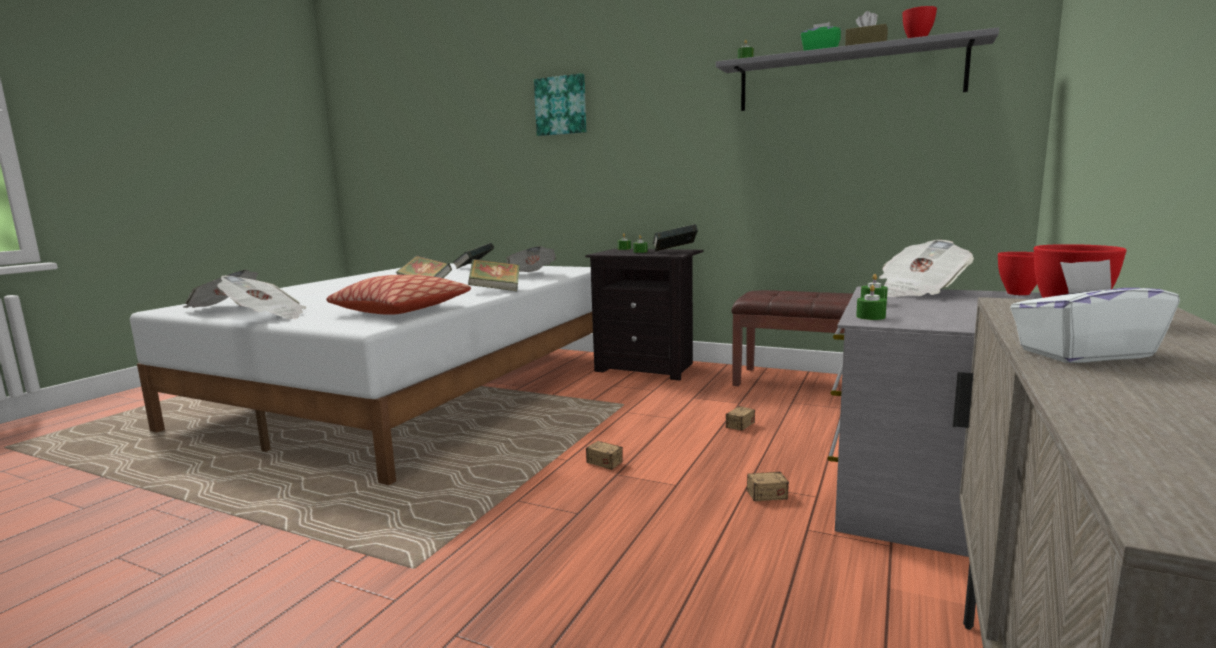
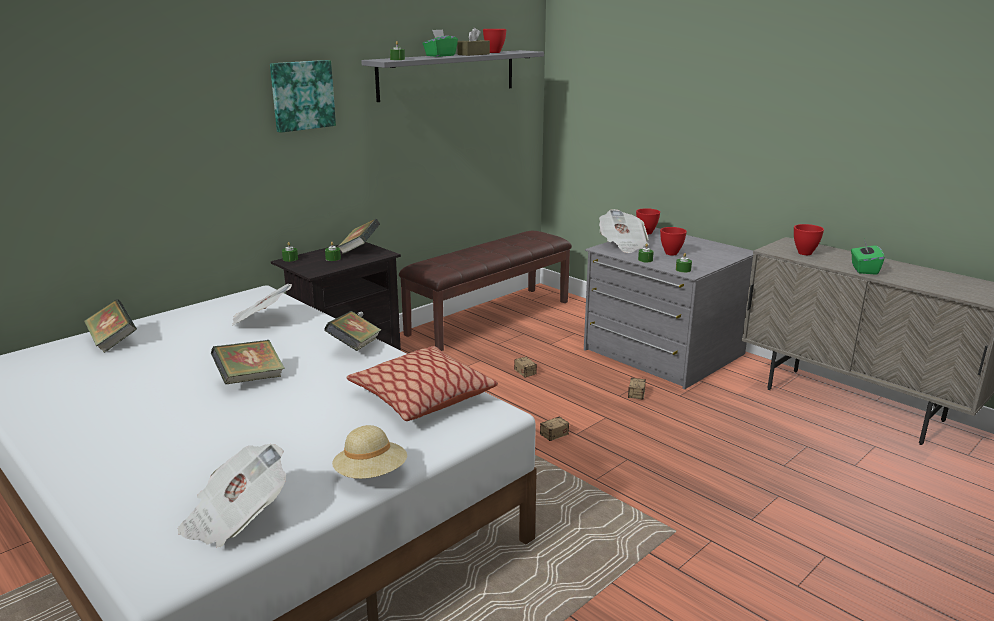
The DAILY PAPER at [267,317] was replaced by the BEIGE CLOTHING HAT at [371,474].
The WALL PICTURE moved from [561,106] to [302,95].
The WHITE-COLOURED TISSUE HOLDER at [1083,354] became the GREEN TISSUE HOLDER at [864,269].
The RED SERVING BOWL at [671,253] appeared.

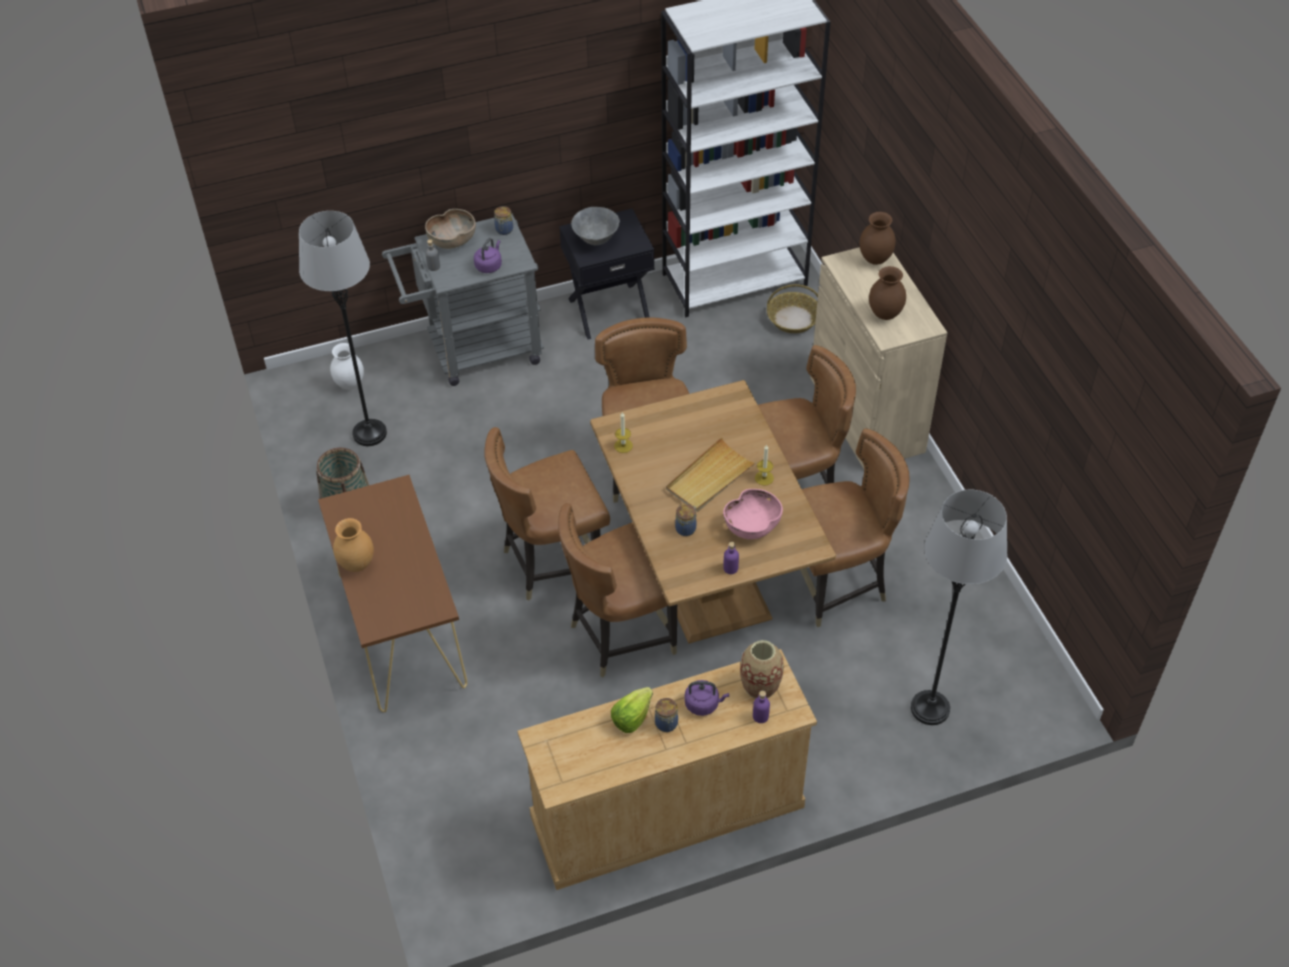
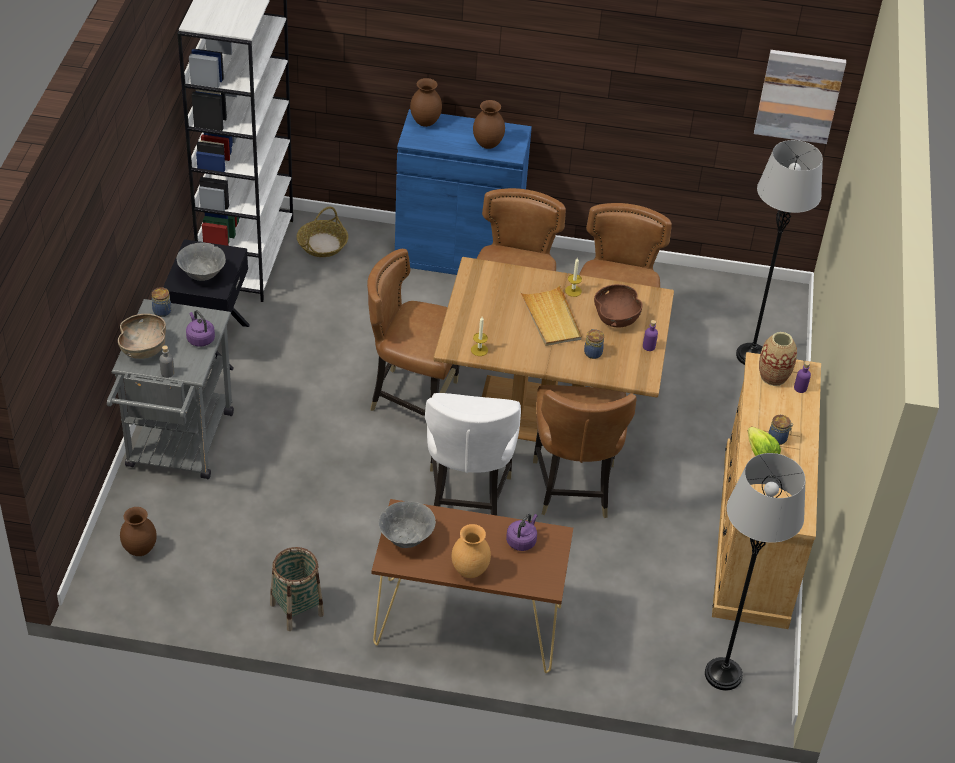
The GRAY STANDING LAMP moved from [369,433] to [723,674].
The WHITE-COLOURED VASE at [349,384] became the BROWNISH VASE at [139,550].
The BROWNISH PLAIN CHAIR at [551,562] became the WHITE-COLOURED PLAIN CHAIR at [466,498].
The PURPLISH WATER KETTLE moved from [703,704] to [522,541].
The PINK SERVING BOWL at [752,526] became the BROWNISH SERVING BOWL at [616,318].
The BEIGE CUPBOARD at [866,414] became the BLUE CUPBOARD at [458,255].
The GRAY SERVING BOWL at [406,539] appeared.
The WALL PICTURE at [799,95] appeared.

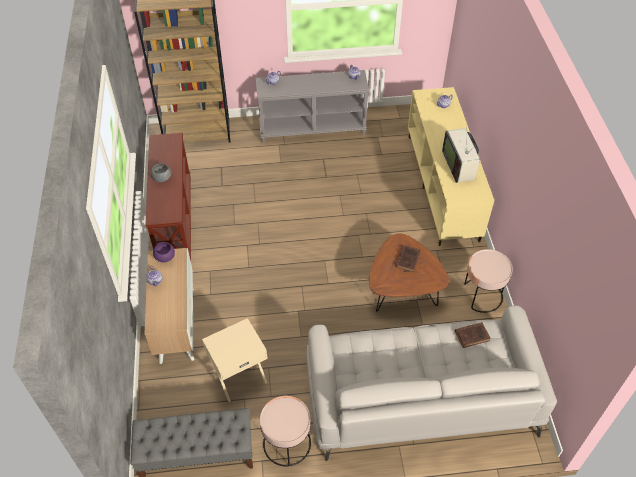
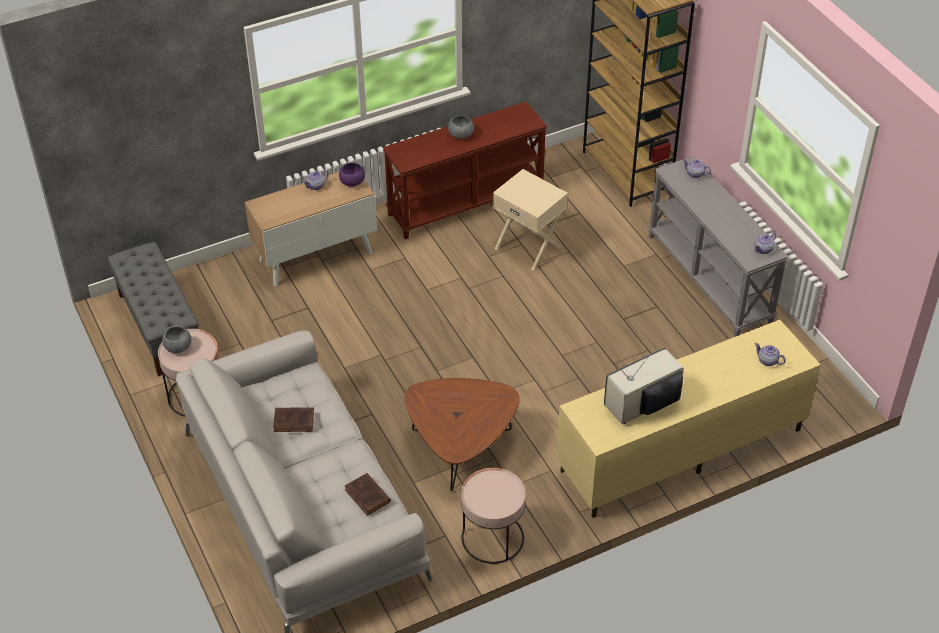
The BEIGE END TABLE moved from [239,375] to [529,247].
The BROWNISH VOLUME moved from [408,259] to [295,421].
The GRAY SERVING BOWL at [178,347] appeared.

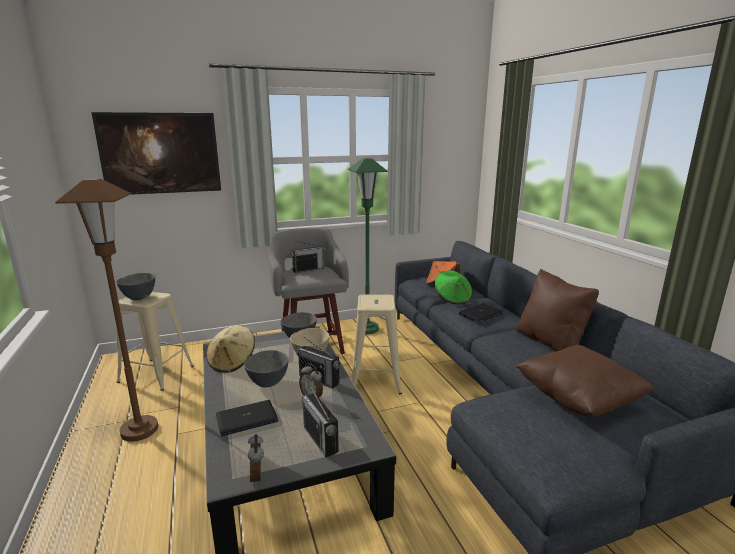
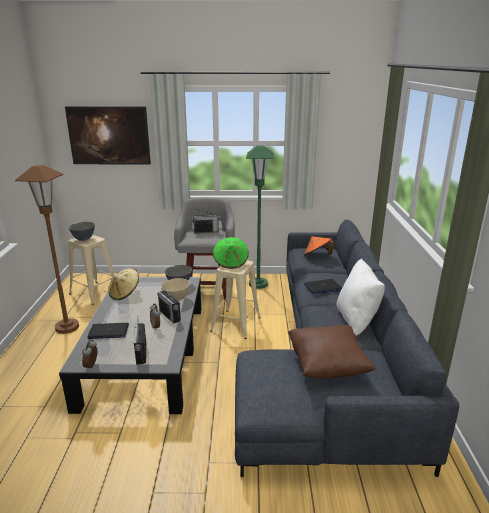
The GRAY SERVING BOWL at [267,383] disappeared.
The GREEN CLOTHING HAT moved from [452,299] to [231,262].
The BROWNISH THROW PILLOW at [550,342] became the WHITE-COLOURED THROW PILLOW at [356,320].

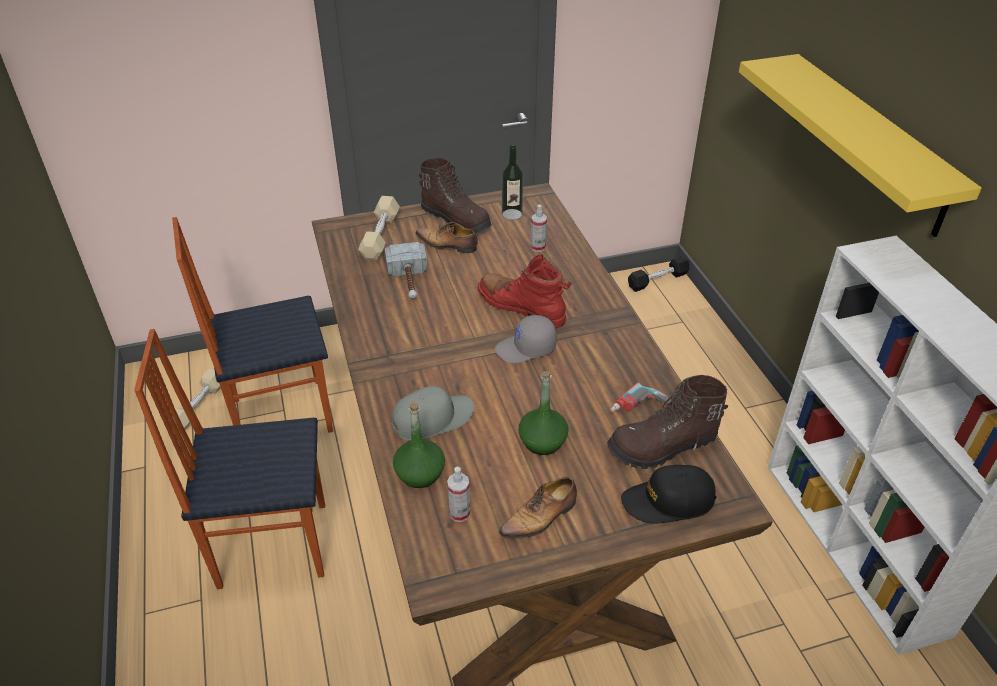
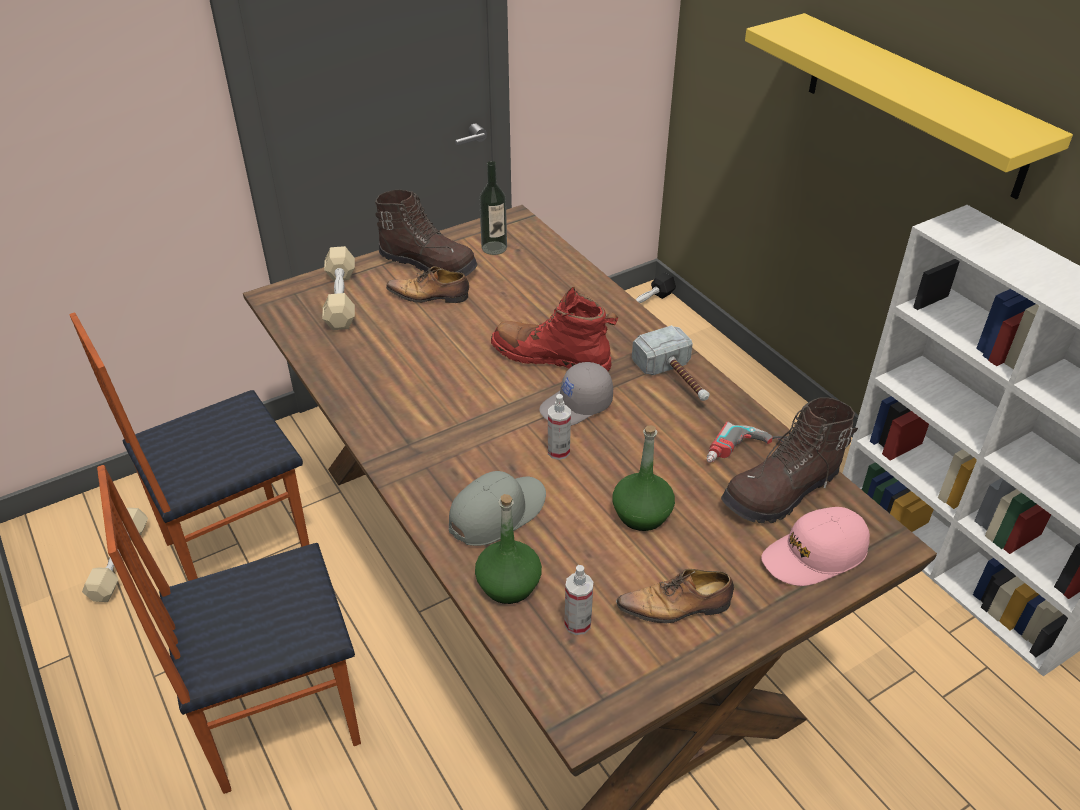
The HAMMER moved from [409,282] to [676,379].
The ITEM OF FOOTWEAR at [540,517] turned 45 degrees clockwise.
The SPRAY BOTTLE moved from [538,247] to [558,451].
The BLACK-COLOURED PEAKED CAP at [668,501] became the PINK PEAKED CAP at [814,555].

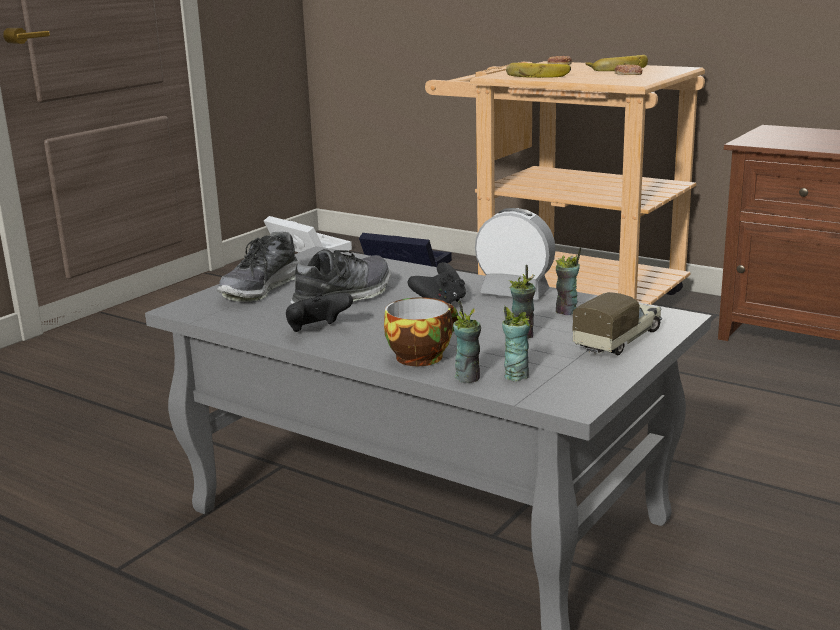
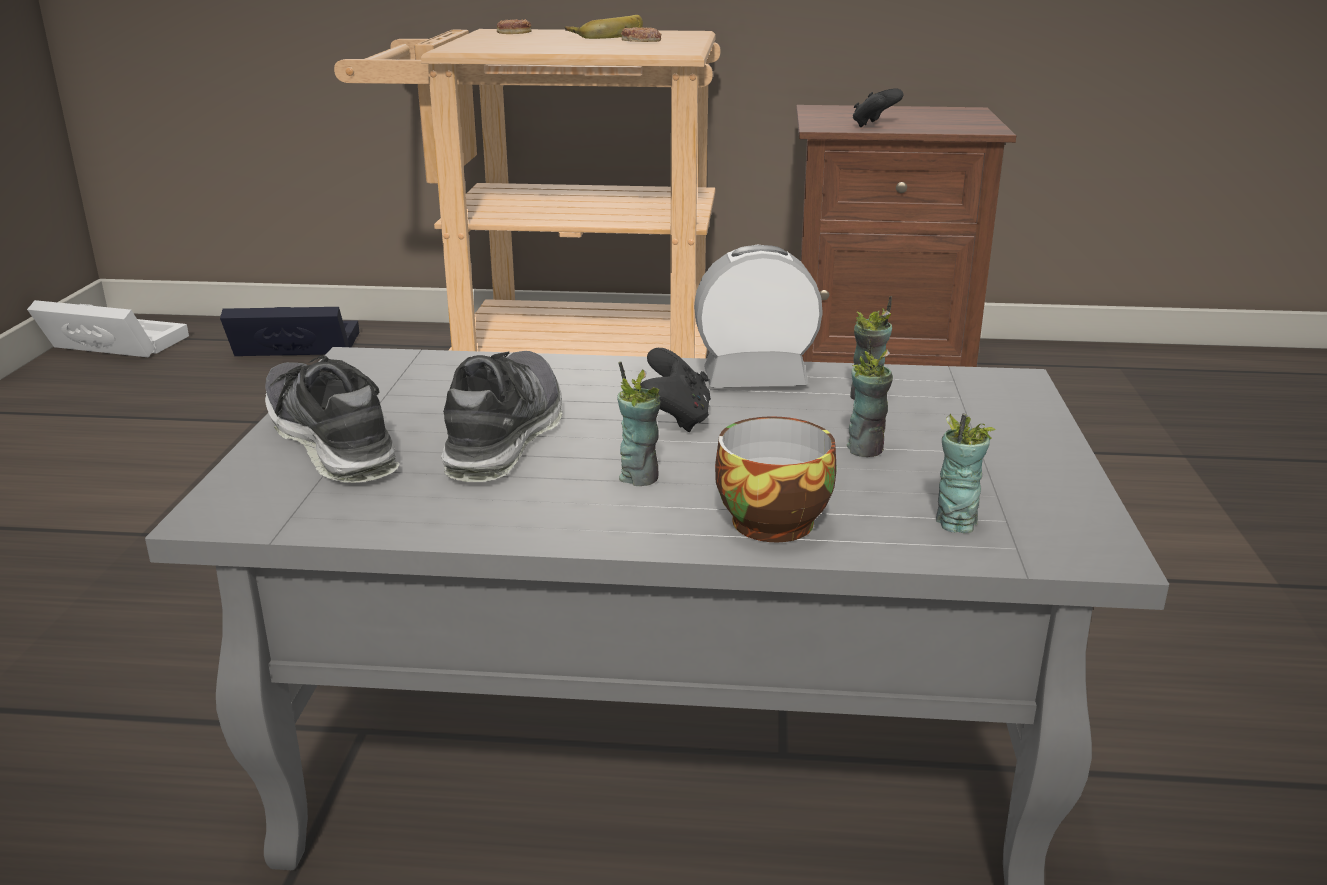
The ITEM OF FOOTWEAR at [261,288] turned 150 degrees clockwise.
The BLACK-COLOURED JOYPAD moved from [317,330] to [874,125].
The CUP moved from [468,377] to [639,477].
The WHOLE BANANA at [538,75] disappeared.
The TOY TRUCK at [619,340] disappeared.

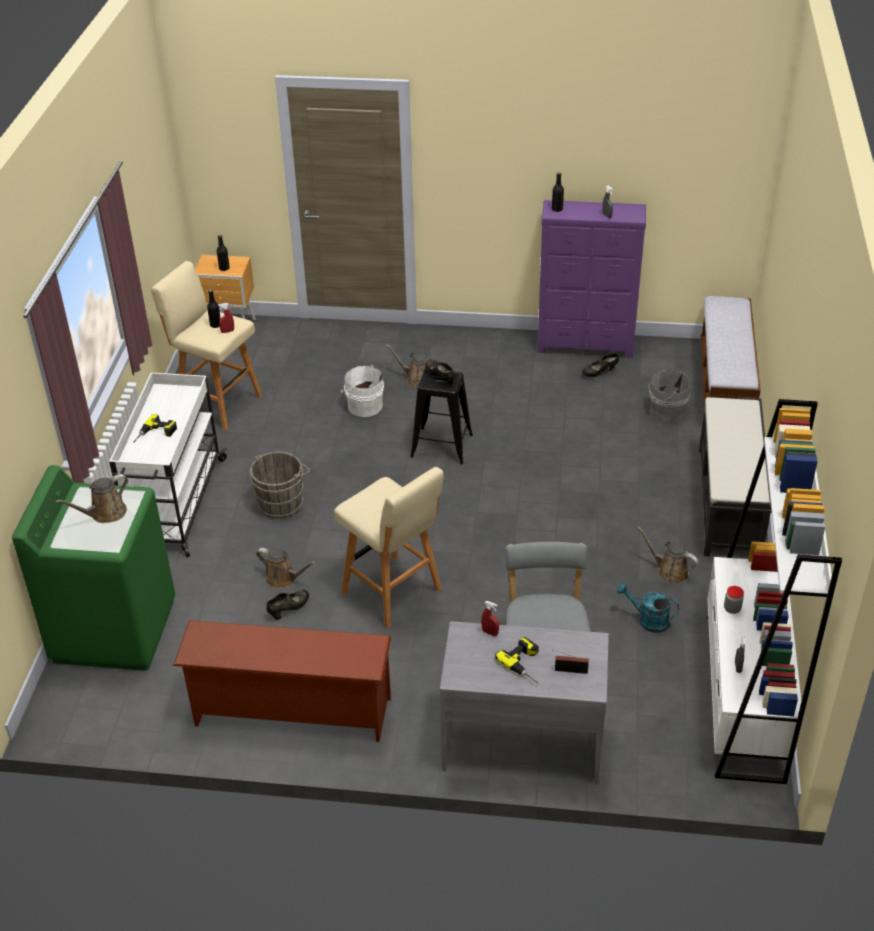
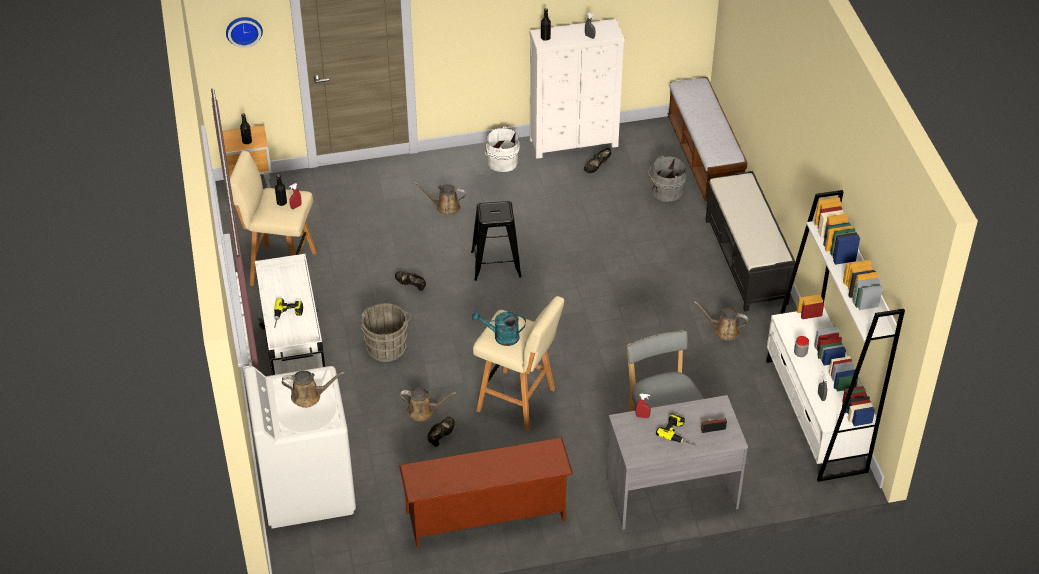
The GREEN WASHING MACHINE at [114,629] became the WHITE-COLOURED WASHING MACHINE at [306,488].
The BROWNISH WATERING POT at [105,514] turned 120 degrees counterclockwise.
The WHITE-COLOURED WATER BUCKET moved from [363,405] to [501,162].
The BLACK-COLOURED ITEM OF FOOTWEAR moved from [440,377] to [411,285].
The PURPLISH CHEST OF DRAWERS at [585,346] became the WHITE-COLOURED CHEST OF DRAWERS at [574,143].
The TURQUOISE WATERING POT moved from [648,620] to [501,337].
The CLOCK ON THE WALL at [243,30] appeared.

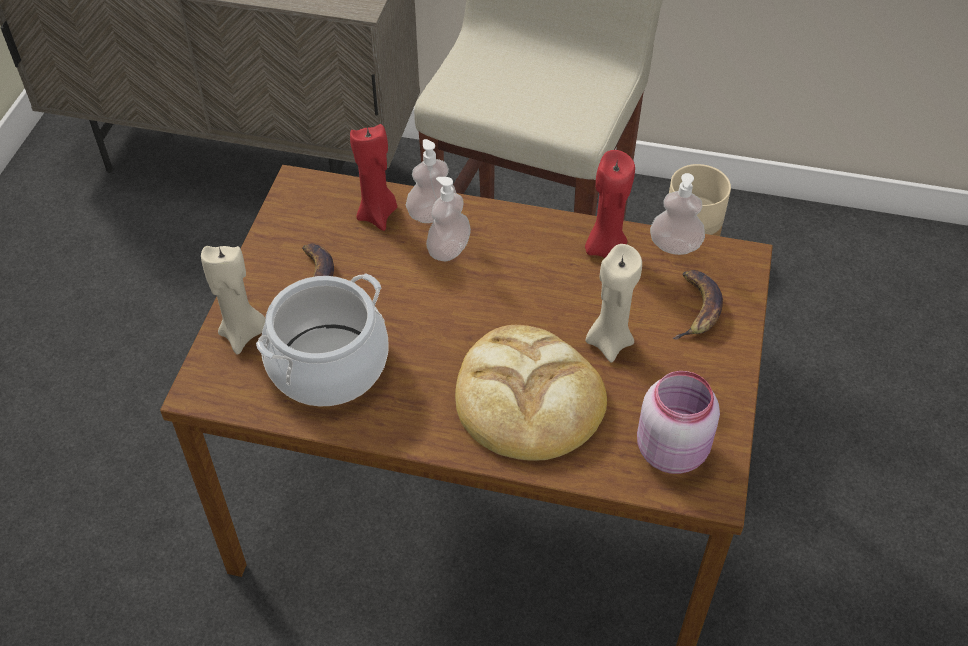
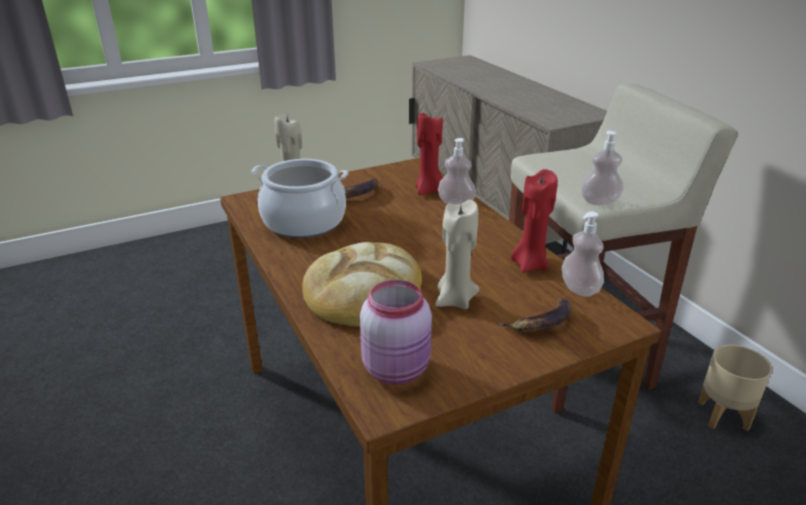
The SOAP BOTTLE moved from [449,250] to [599,202].

